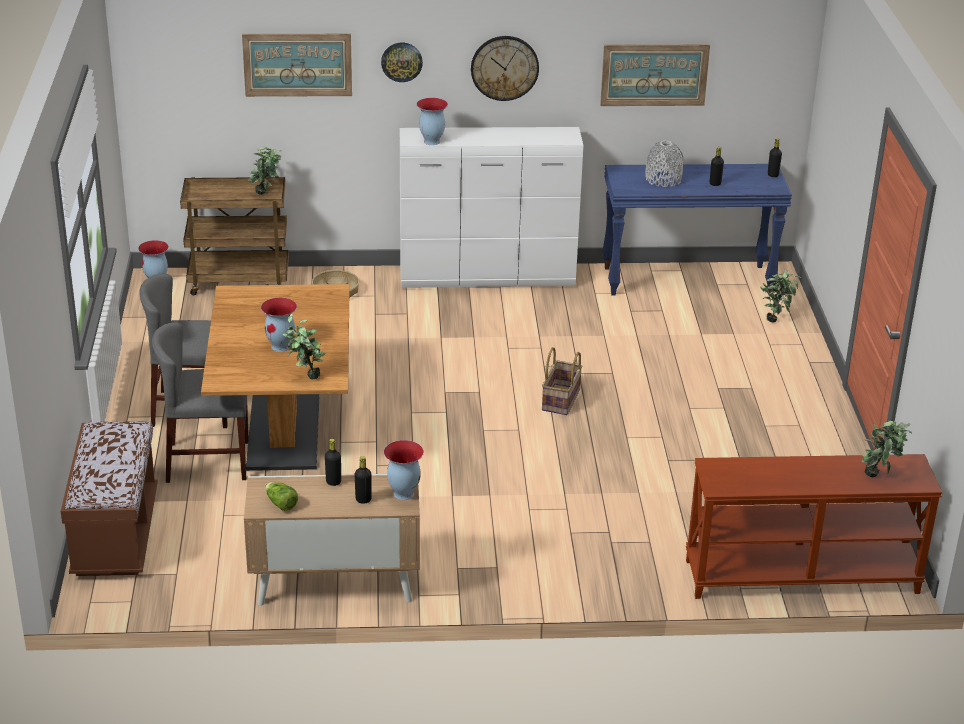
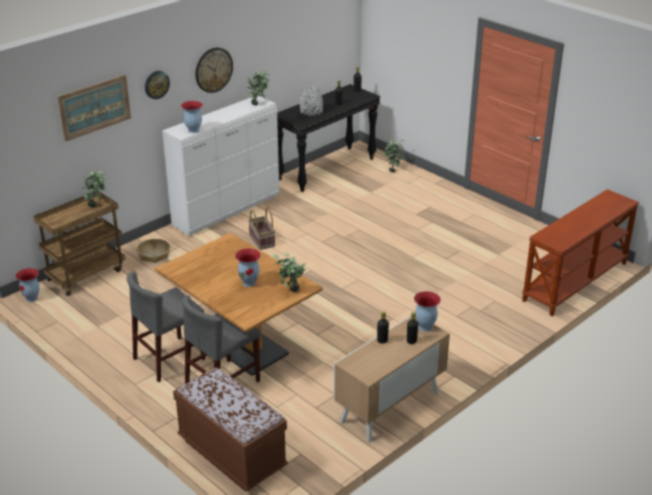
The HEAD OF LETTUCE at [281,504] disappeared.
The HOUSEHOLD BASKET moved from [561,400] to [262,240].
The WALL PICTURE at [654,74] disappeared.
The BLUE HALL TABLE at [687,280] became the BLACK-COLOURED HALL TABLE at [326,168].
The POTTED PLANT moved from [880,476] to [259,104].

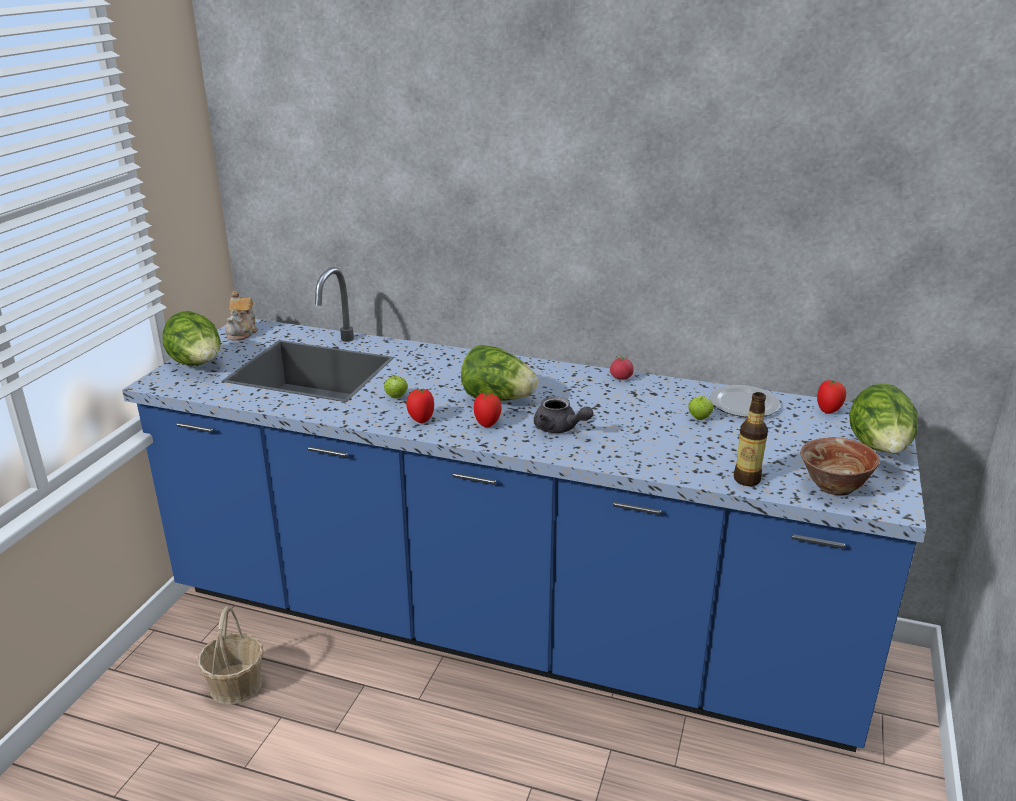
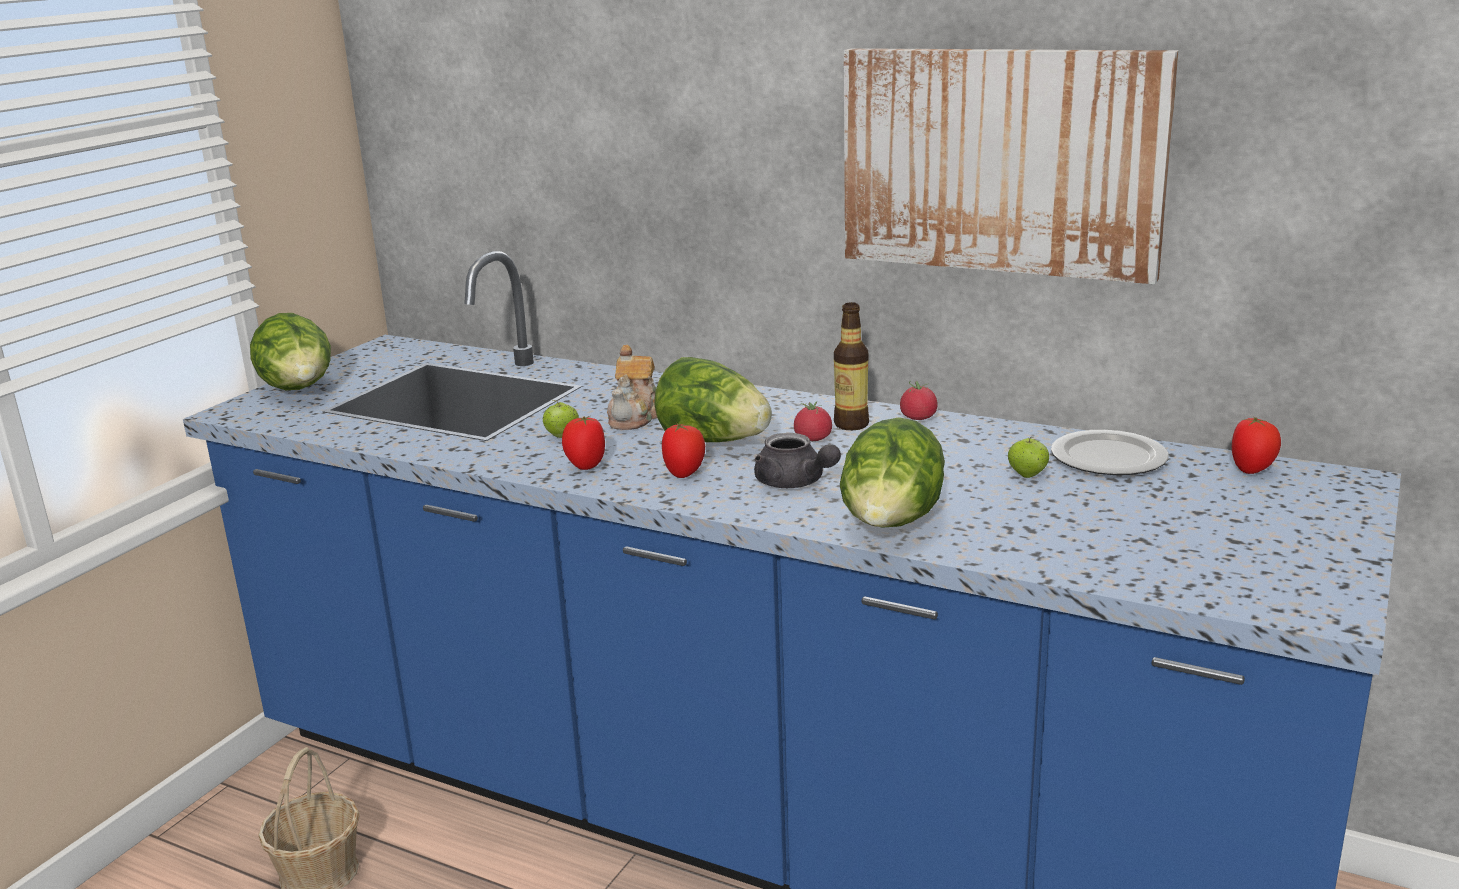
The TEA POT moved from [243,332] to [635,417].
The BOTTLE moved from [747,479] to [851,424].
The SERVING BOWL at [834,487] disappeared.
The HEAD OF LETTUCE moved from [879,449] to [891,527].
The TOMATO at [813,439] appeared.
The WALL PICTURE at [1001,161] appeared.

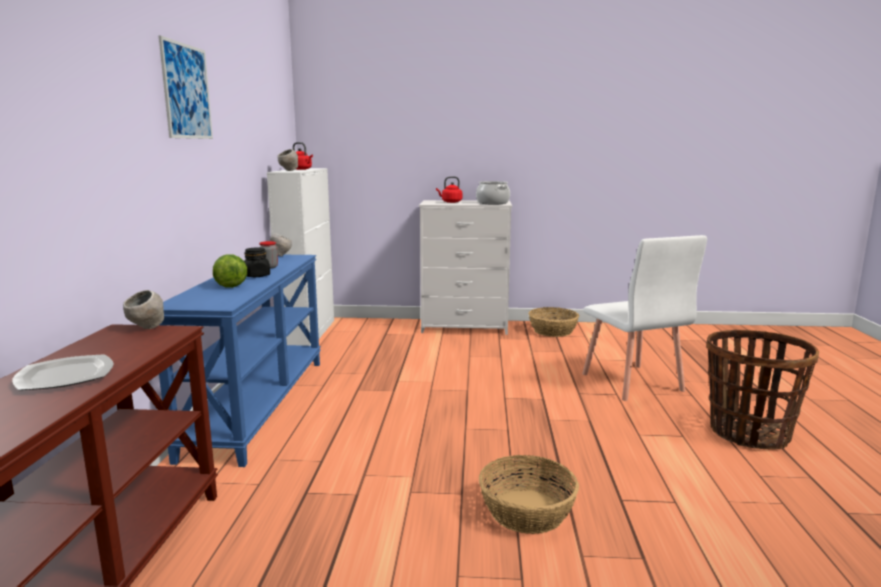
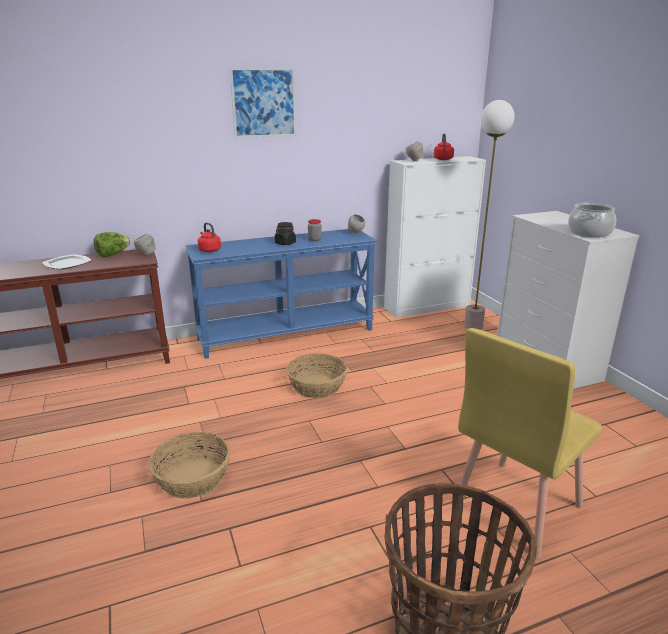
The HEAD OF LETTUCE moved from [230,284] to [113,254].
The RED WATER KETTLE moved from [450,202] to [209,250].
The HOUSEHOLD BASKET moved from [552,331] to [317,386].
The WHITE-COLOURED PLAIN CHAIR at [632,382] became the YELLOW-COLOURED PLAIN CHAIR at [515,506].
The STANDING LAMP at [473,326] appeared.

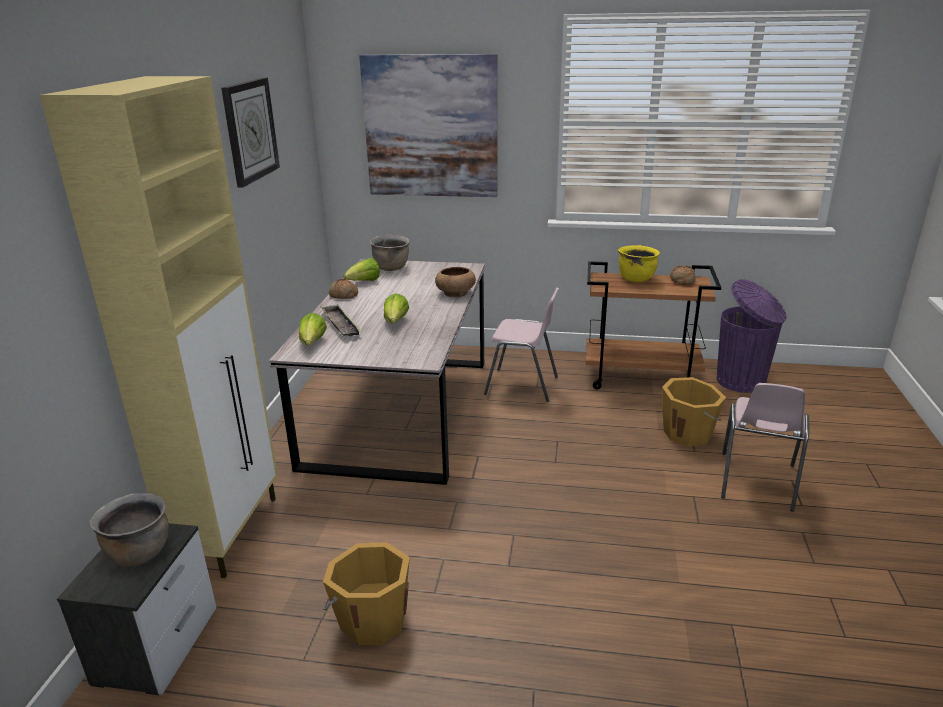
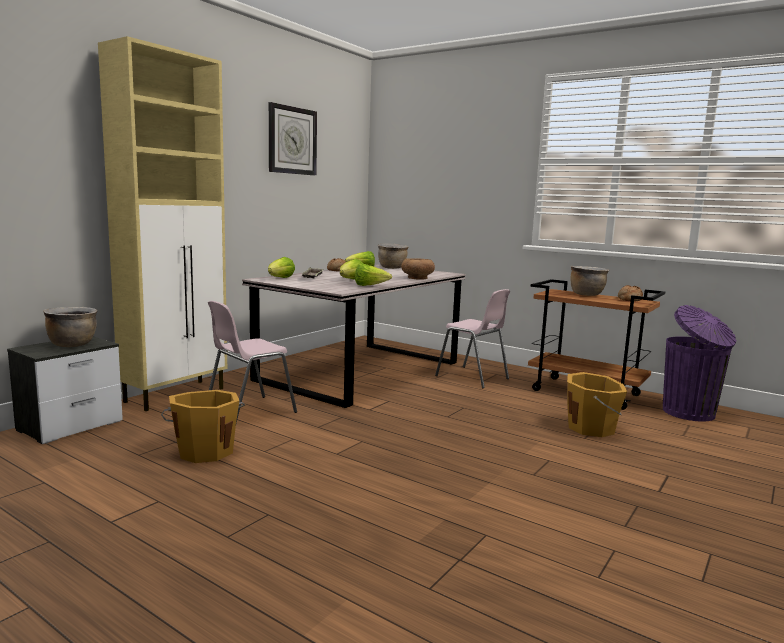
The WALL PICTURE at [431,127] disappeared.
The YELLOW-COLOURED COOKING POT at [636,279] became the BROWNISH COOKING POT at [586,294].
The PINK PLAIN CHAIR moved from [756,482] to [249,412].
The HEAD OF LETTUCE at [370,286] appeared.

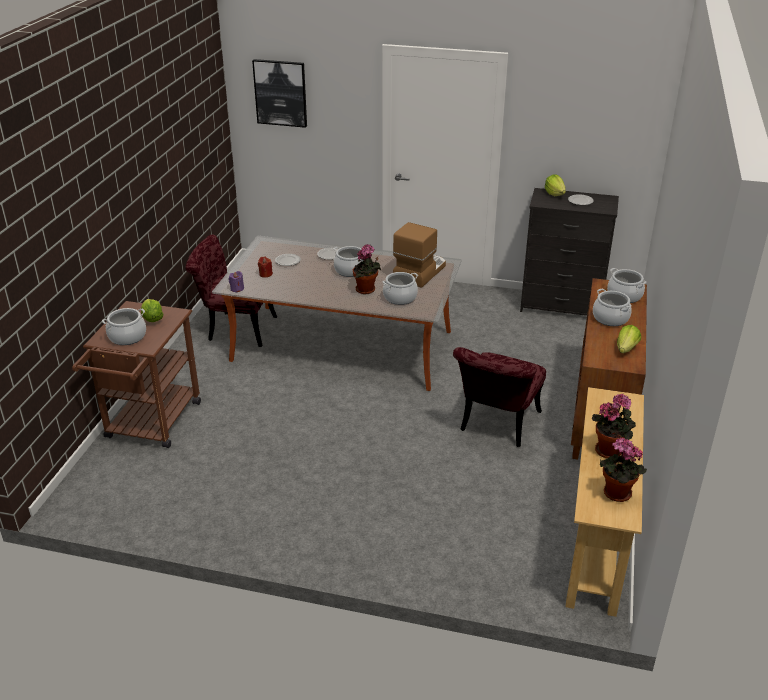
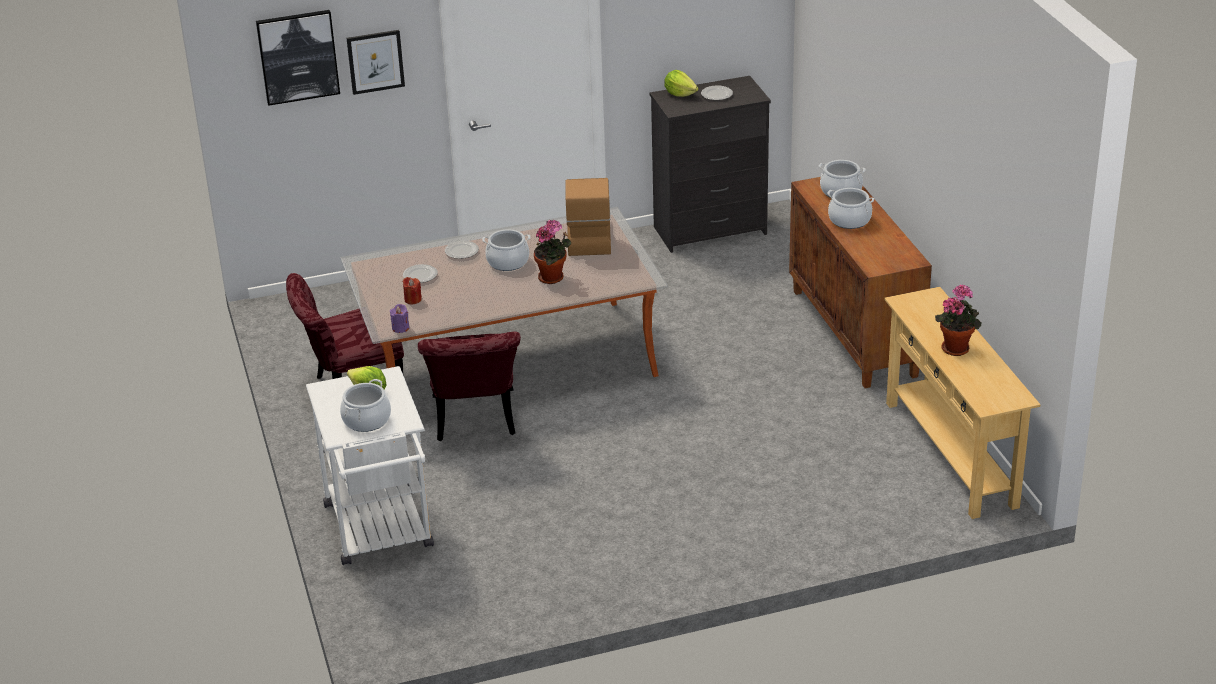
The BROWNISH WHEELED CART at [150,425] became the WHITE-COLOURED WHEELED CART at [381,532].
The COOKING POT at [400,298] disappeared.
The RED PLAIN CHAIR moved from [497,426] to [475,422].
The POTTED PLANT at [615,494] disappeared.
The HEAD OF LETTUCE at [626,349] disappeared.
The WALL PICTURE at [375,61] appeared.

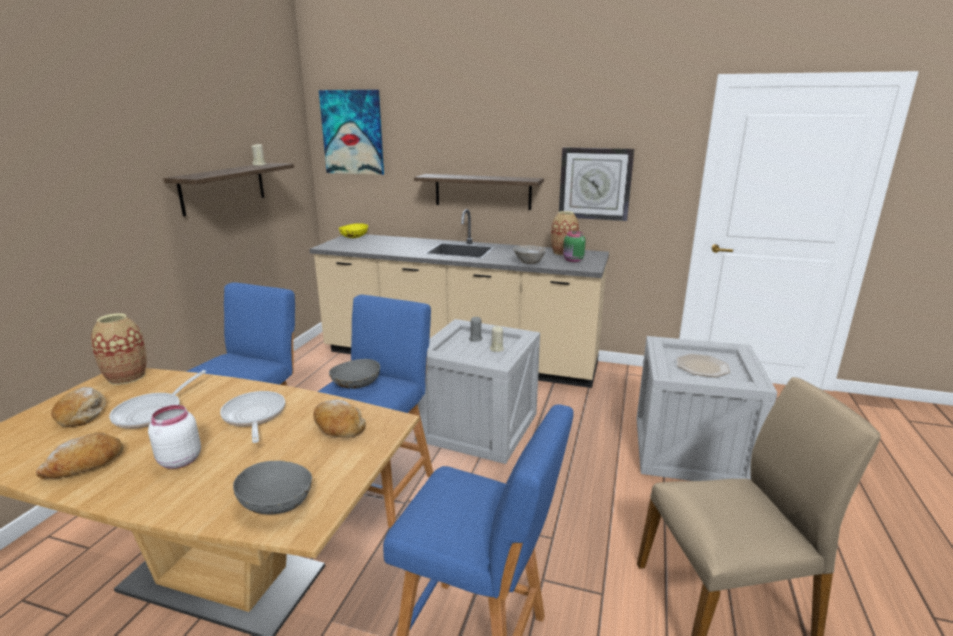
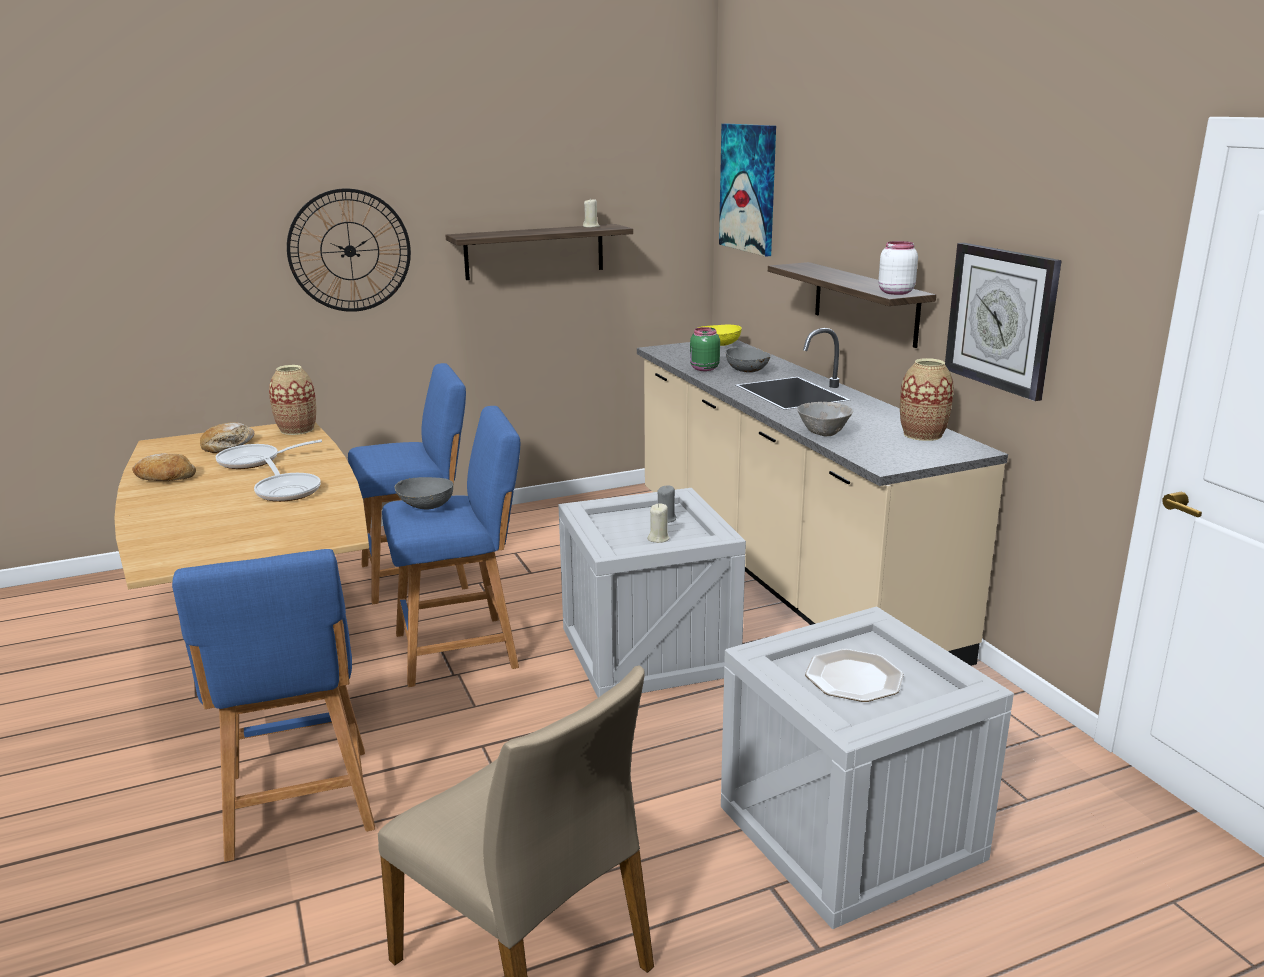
The WHITE-COLOURED STORAGE JAR moved from [178,460] to [894,292].
The PAN at [254,417] turned 120 degrees clockwise.
The GRAY SERVING BOWL moved from [277,504] to [748,371].
The BAKERY BREAD at [338,426] disappeared.
The GREEN STORAGE JAR moved from [573,260] to [703,369].
The CLOCK ON THE WALL at [350,251] appeared.

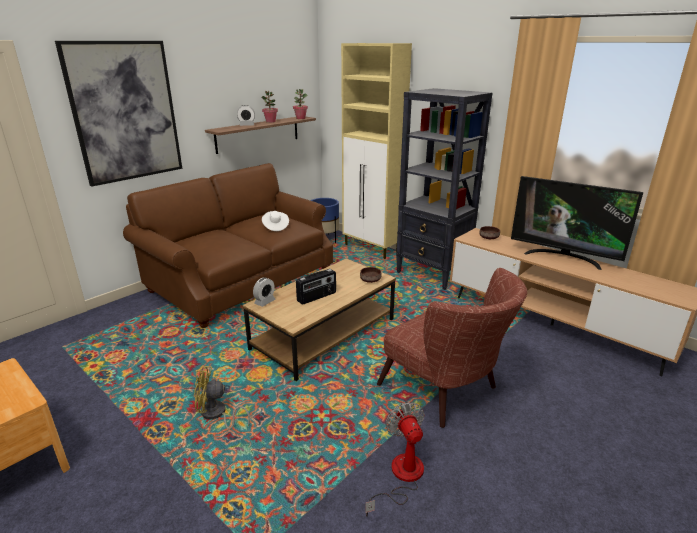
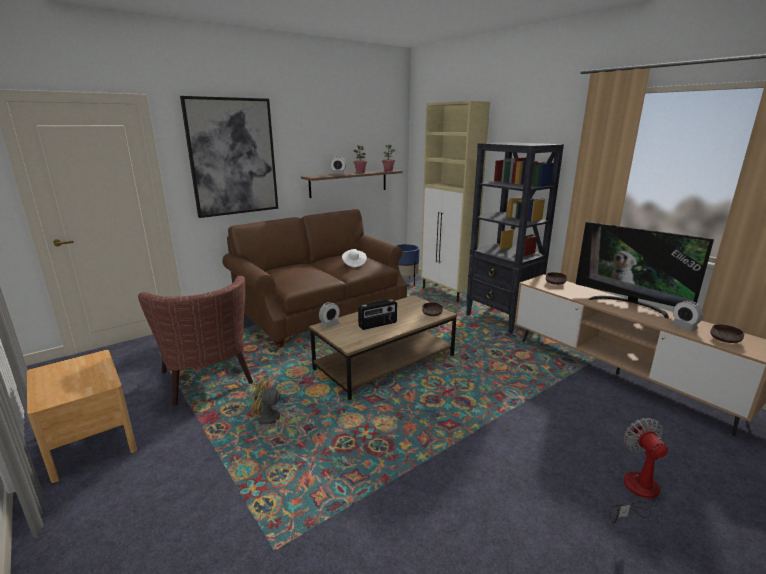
The FAN moved from [401,477] to [637,493].
The BROWNISH LOUNGE CHAIR moved from [446,392] to [209,383].
The BEDSIDE CLOCK at [684,327] appeared.
The BROWNISH SERVING BOWL at [724,340] appeared.

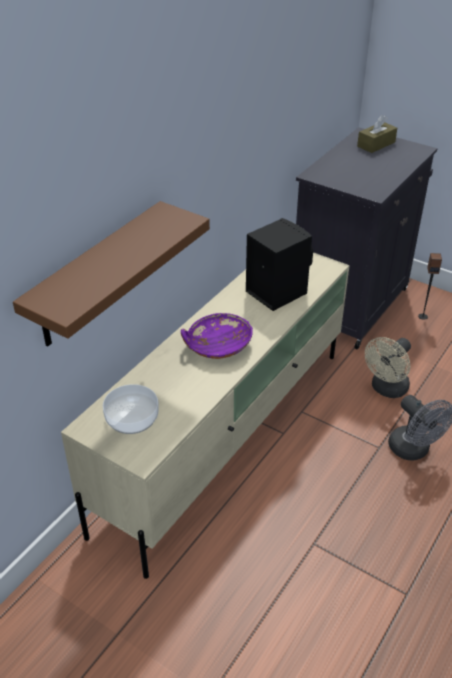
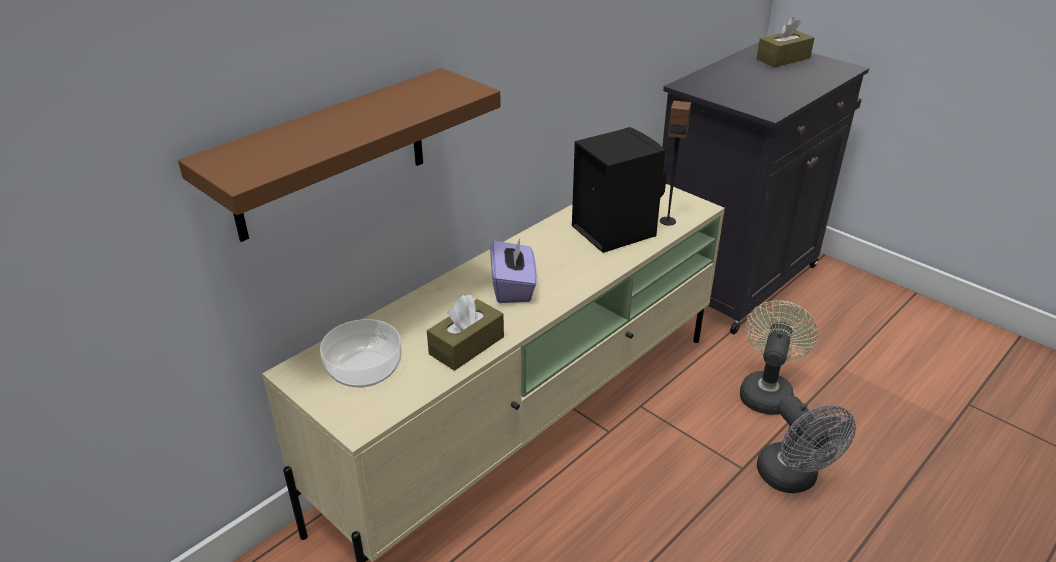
The PURPLISH SERVING BOWL at [217,345] was replaced by the PURPLISH TISSUE HOLDER at [513,287].
The BEIGE FAN at [386,389] turned 150 degrees clockwise.
The SPEAKER moved from [422,316] to [667,221].
The BROWNISH TISSUE HOLDER at [466,345] appeared.

